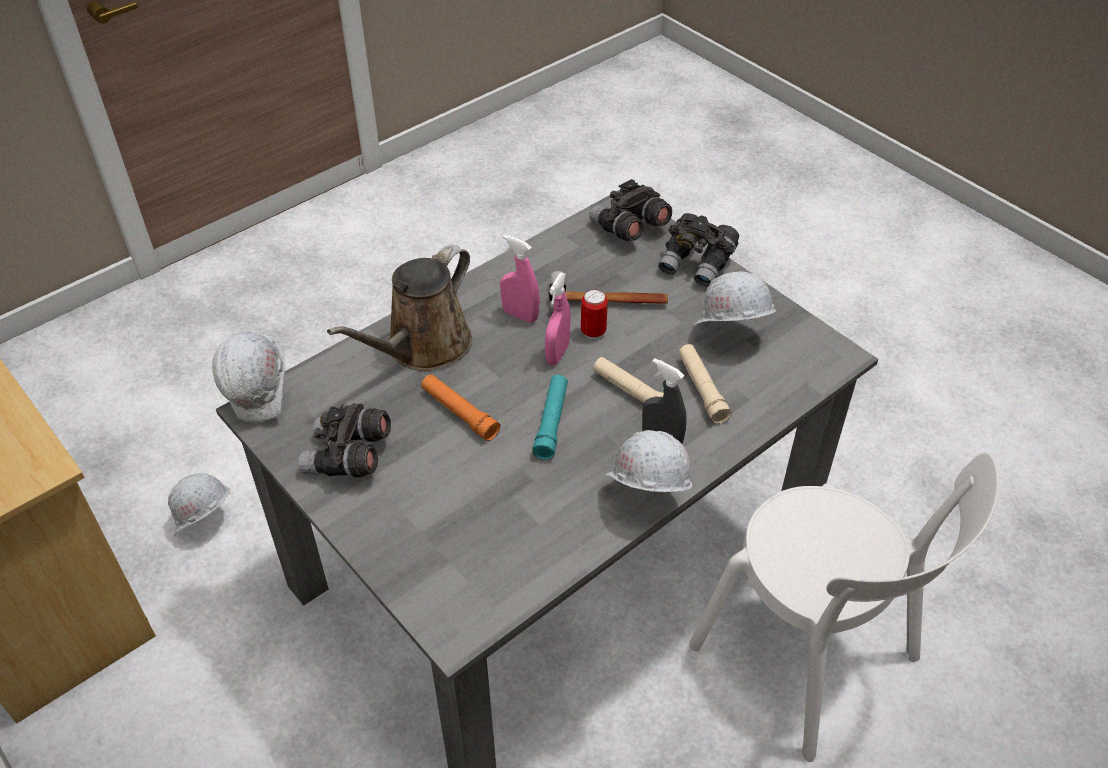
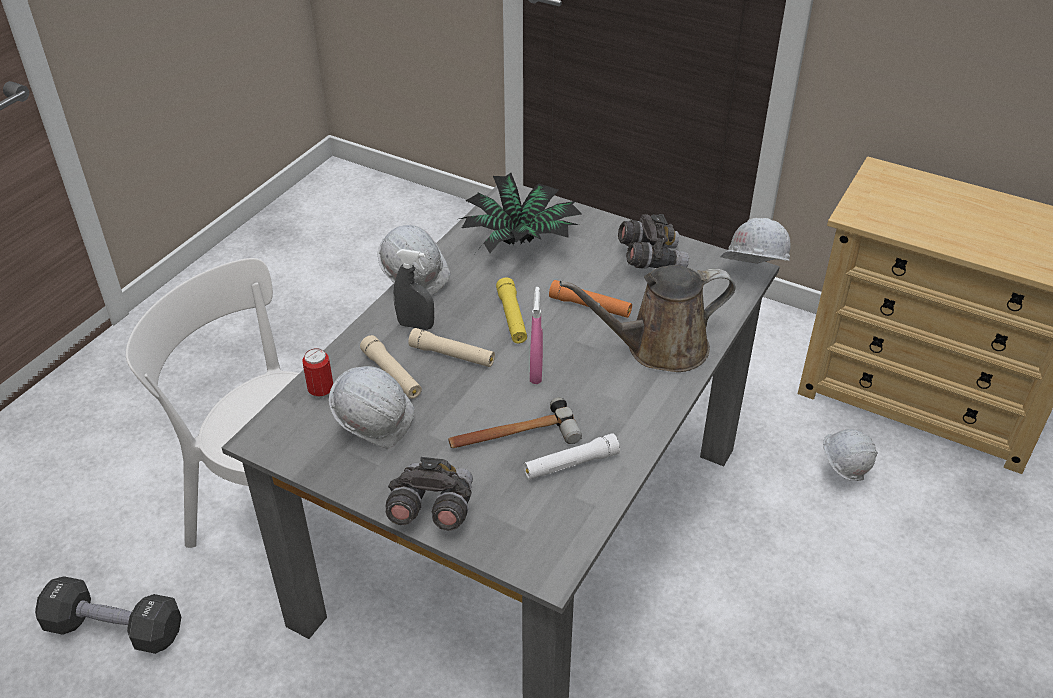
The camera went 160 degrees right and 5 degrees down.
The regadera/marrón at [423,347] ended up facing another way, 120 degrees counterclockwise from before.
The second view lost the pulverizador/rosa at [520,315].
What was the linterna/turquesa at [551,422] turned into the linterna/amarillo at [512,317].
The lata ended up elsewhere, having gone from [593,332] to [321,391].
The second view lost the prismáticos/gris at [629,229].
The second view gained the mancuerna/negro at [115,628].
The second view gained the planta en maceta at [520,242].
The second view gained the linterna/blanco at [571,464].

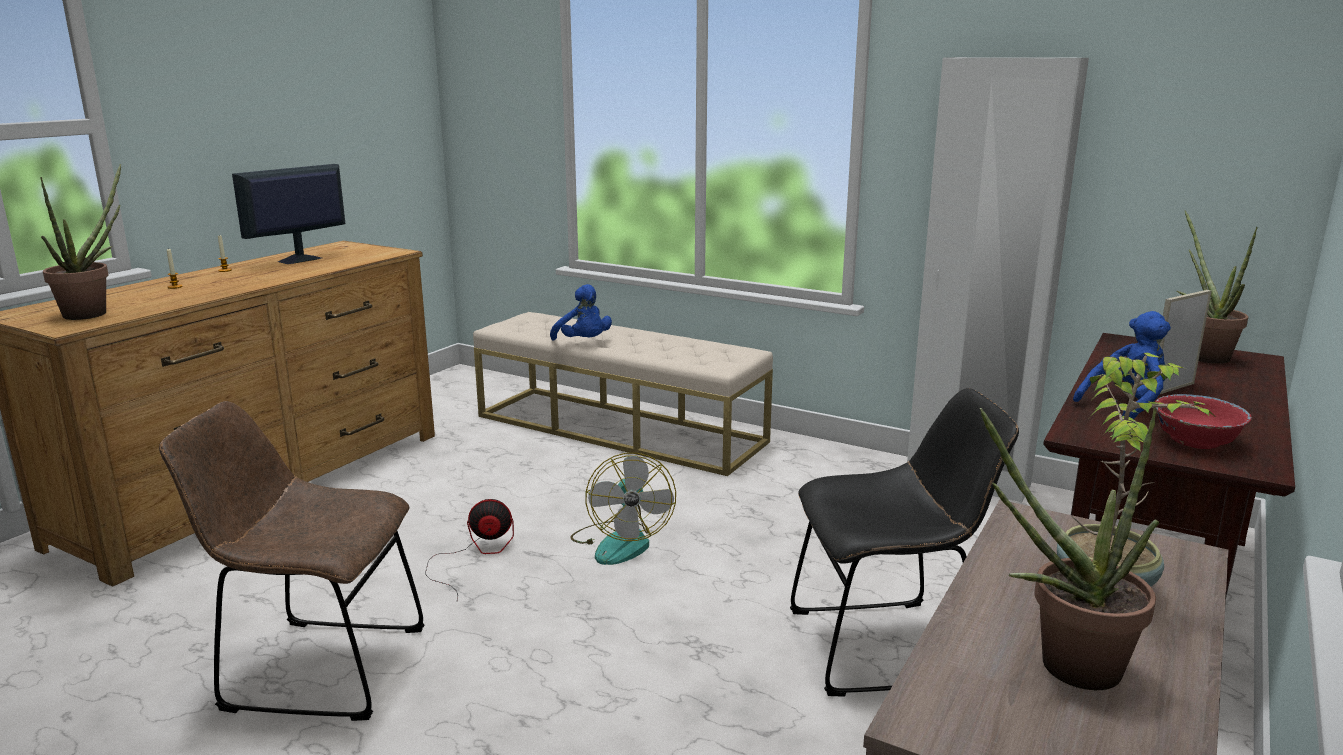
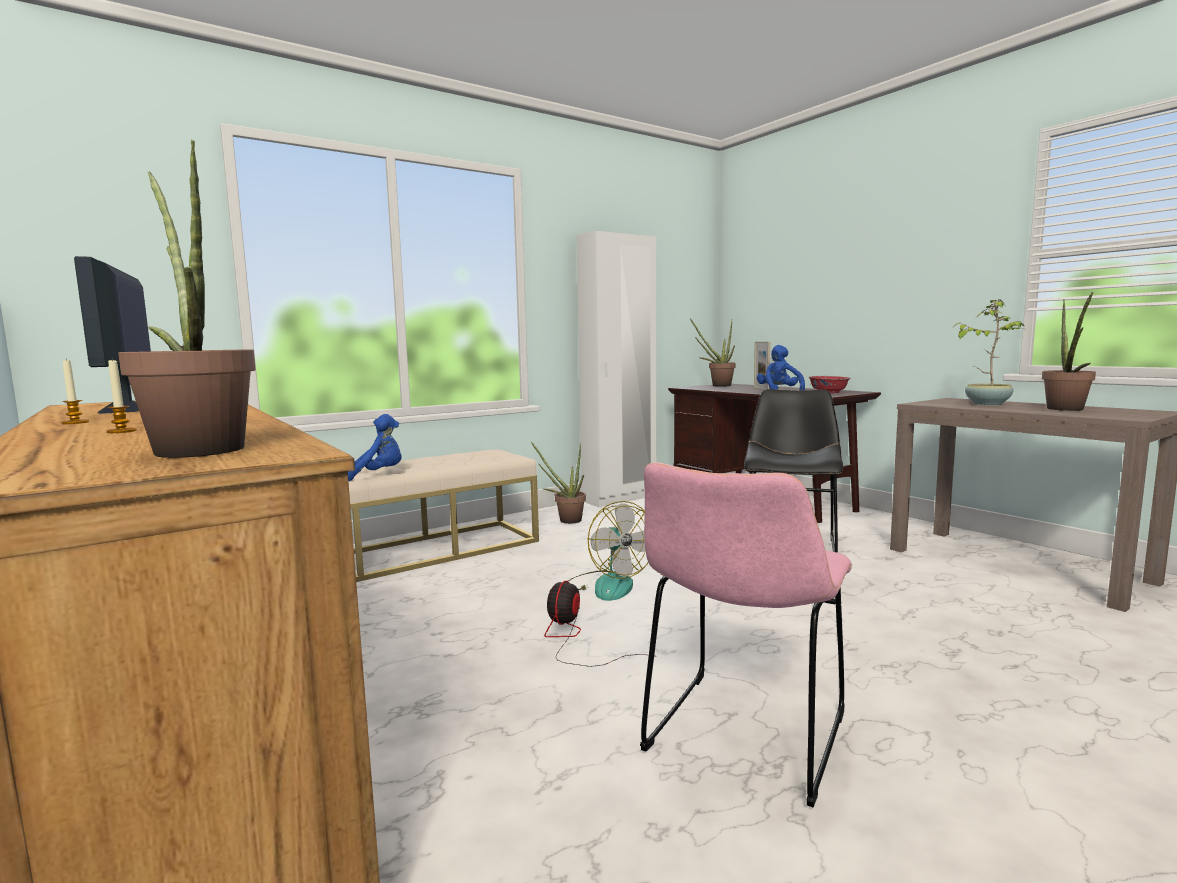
The camera went 65 degrees left and 10 degrees down.
What was the silla/marrón at [316,668] turned into the silla/rosa at [743,739].
The ventilador at [621,542] ended up facing another way, 45 degrees clockwise from before.
The second view gained the planta en maceta at [565,520].

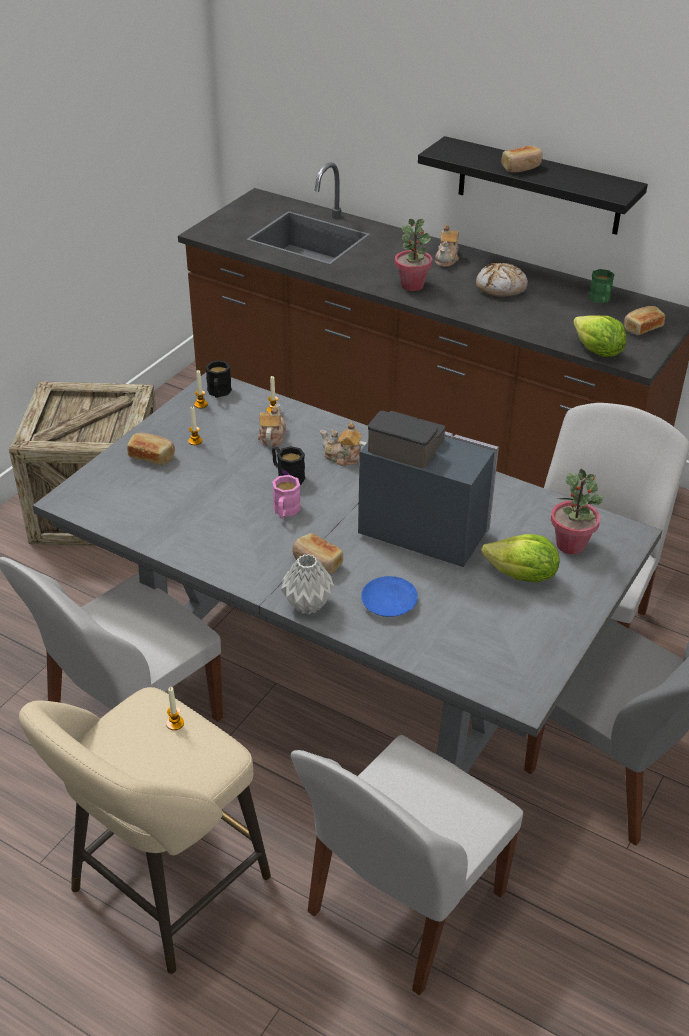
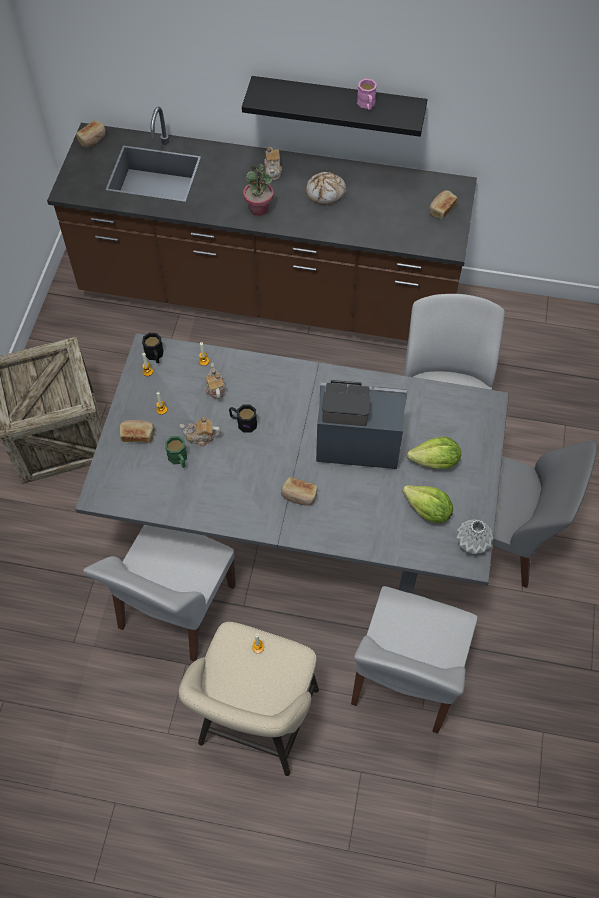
The camera went 20 degrees left and 20 degrees up.
The taza grande/rosa ended up elsewhere, having gone from [285,511] to [367,105].
The florero/gris ended up elsewhere, having gone from [308,604] to [471,543].
The tetera ended up elsewhere, having gone from [343,457] to [201,437].
The second view lost the plato/azul at [389,602].
The pan ended up elsewhere, having gone from [521,167] to [92,139].
The second view lost the planta en maceta at [571,545].
The lechuga ended up elsewhere, having gone from [597,352] to [427,511].
The taza grande/verde ended up elsewhere, having gone from [600,300] to [179,459].

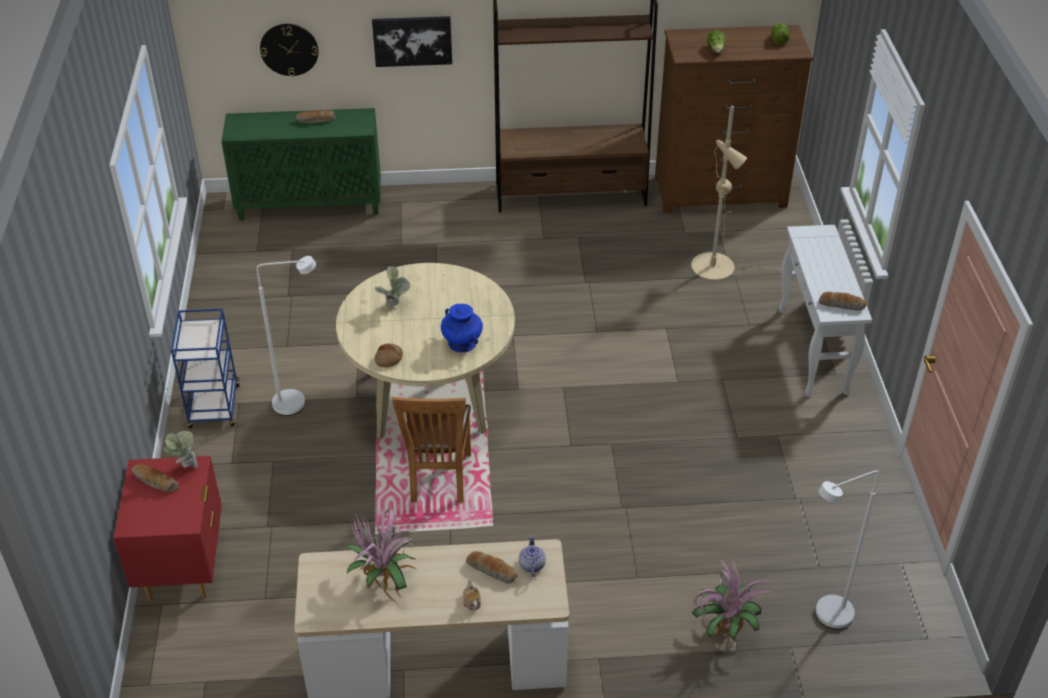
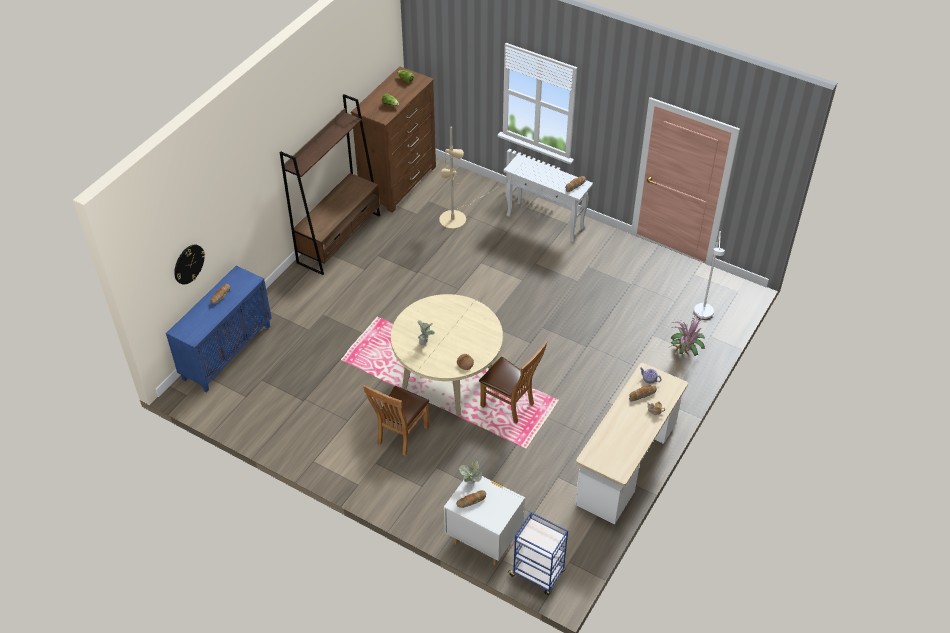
The camera went 55 degrees left and 5 degrees up.
What was the mesita de noche/rojo at [183,568] turned into the mesita de noche/blanco at [484,540].
The carrito/azul ended up elsewhere, having gone from [214,408] to [538,574].
What was the armario/verde at [311,204] turned into the armario/azul at [227,352].
Where the lámpara de pie/blanco stood at [298,403], the silla/marrón came to stand at [400,436].
The second view lost the planta en maceta at [384,579].
The second view lost the cuadro at [412,40].
The second view lost the florero/azul at [462,343].

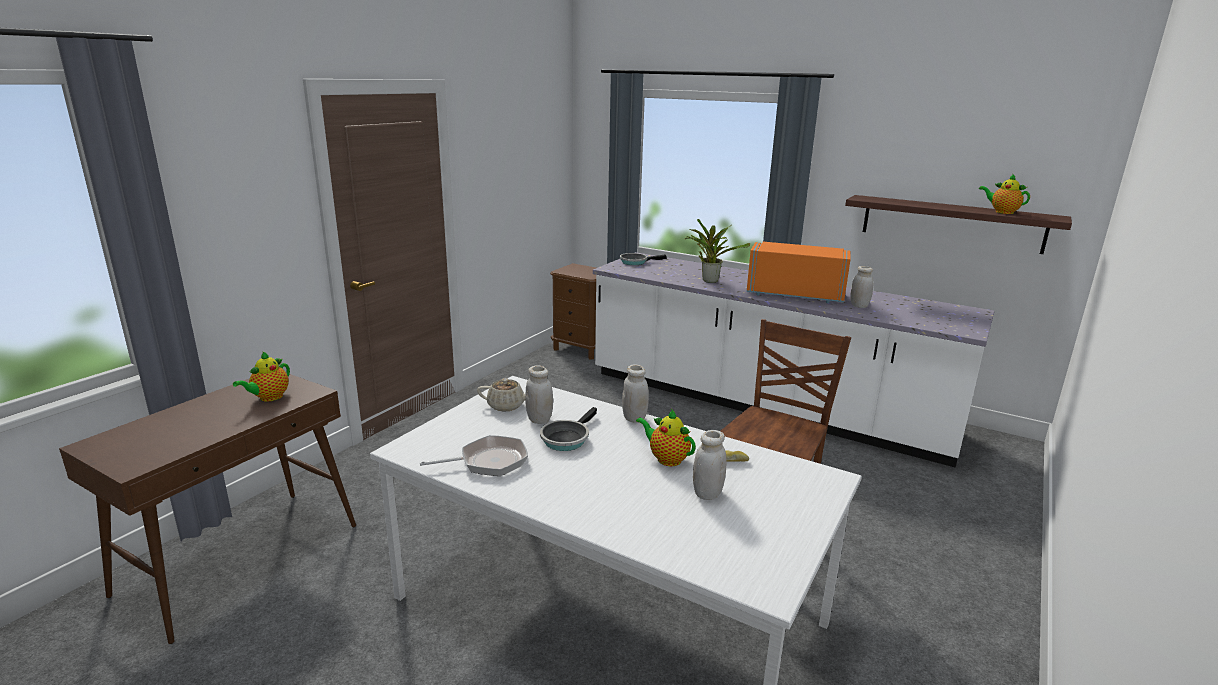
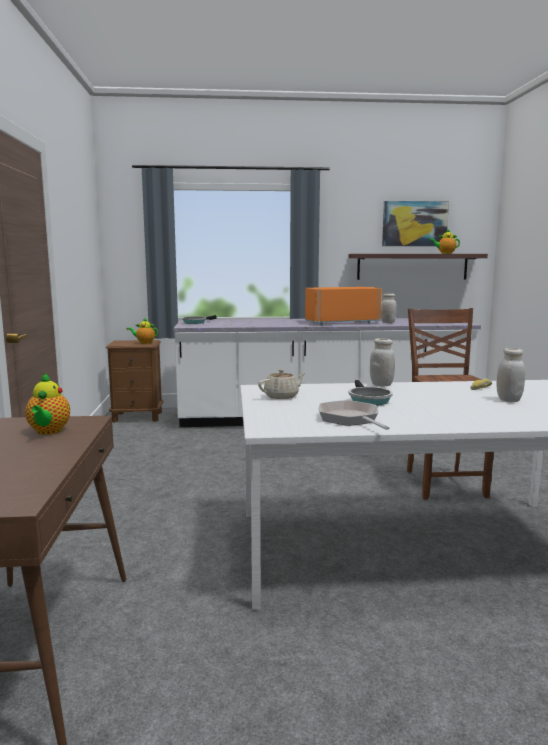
The camera went 35 degrees left and 10 degrees down.
The sartén at [488,461] ended up facing another way, 60 degrees counterclockwise from before.
The second view lost the tarro/blanco at [539,419].
The tetera ended up elsewhere, having gone from [666,459] to [144,343].
The second view lost the planta en maceta at [709,280].
The second view gained the cuadro at [414,224].

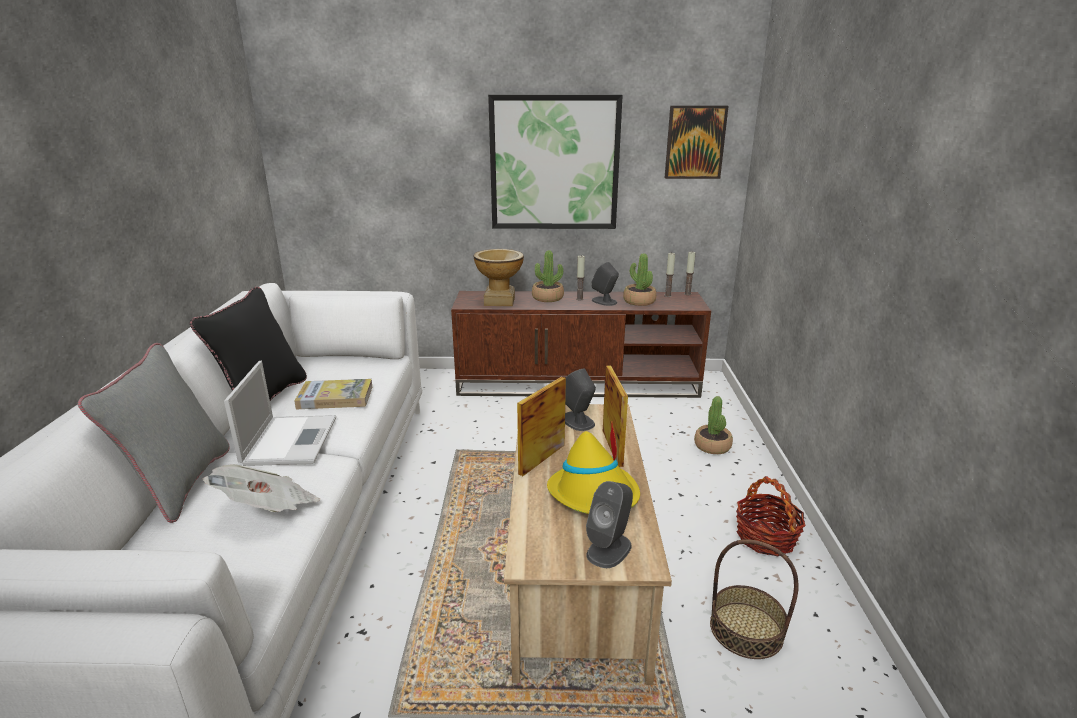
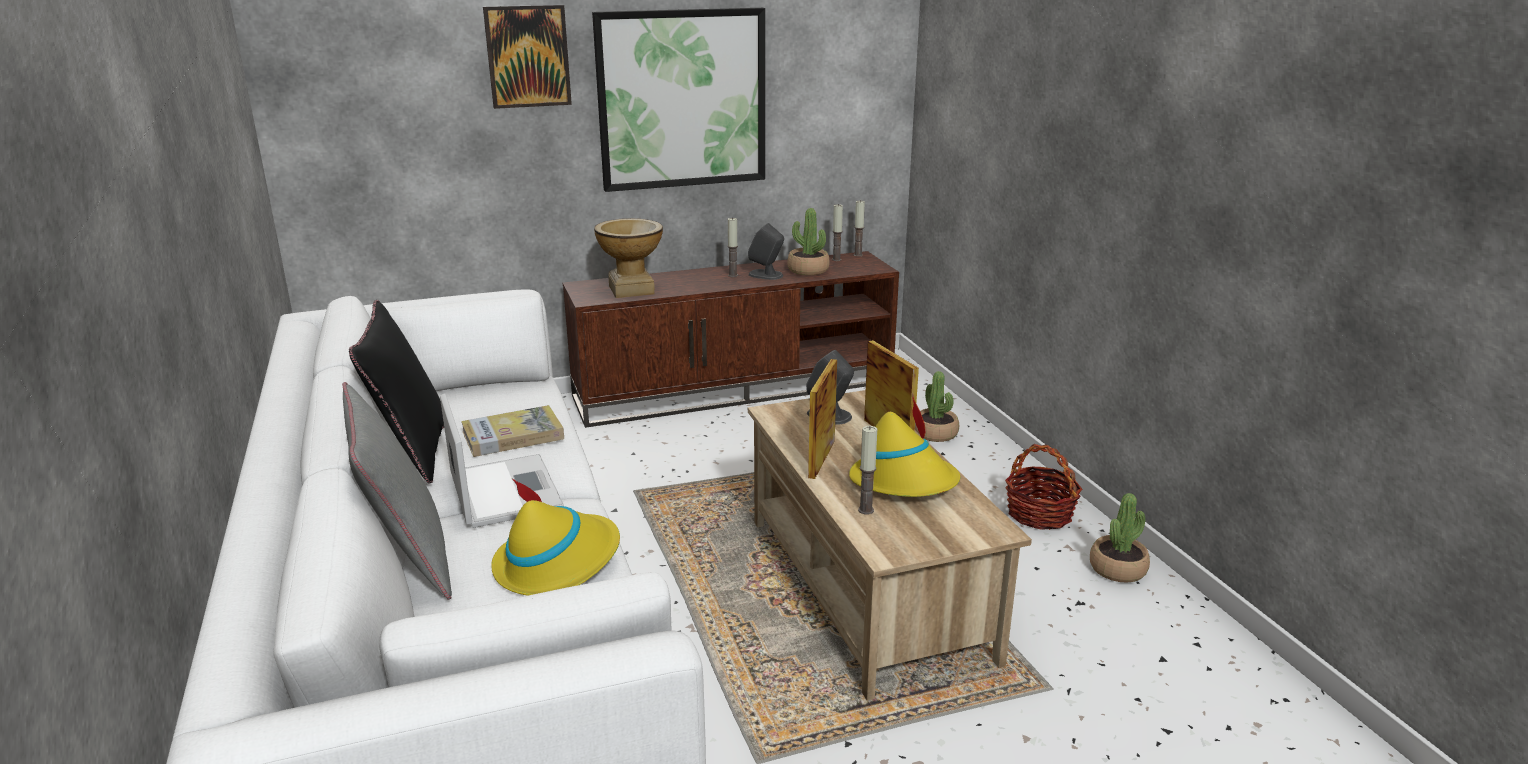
The camera went 20 degrees left and 0 degrees up.
Where the periódico stood at [269,509], the sombrero/amarillo came to stand at [557,563].
The planta en maceta ended up elsewhere, having gone from [547,298] to [1117,569].
The second view lost the altavoz/gris at [609,549].
The cuadro ended up elsewhere, having gone from [695,142] to [528,56].
The second view lost the cesta at [746,630].
The second view gained the vela at [866,510].

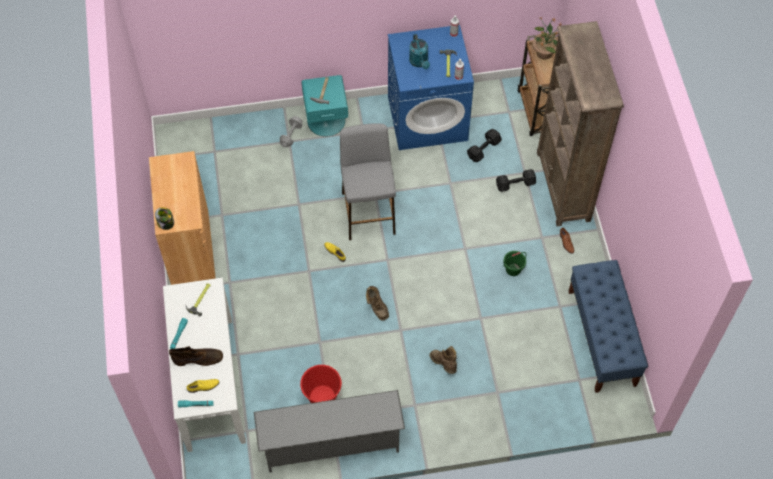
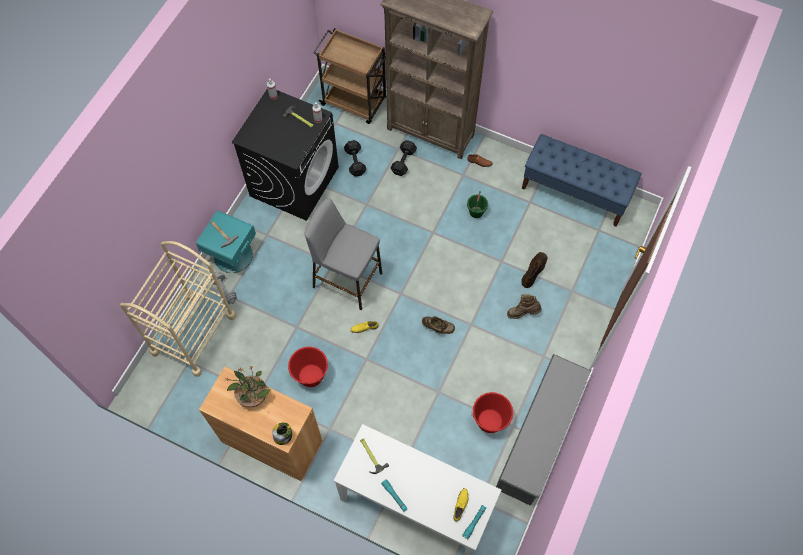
The camera went 55 degrees left and 5 degrees up.
The bota/marrón ended up elsewhere, having gone from [198,359] to [534,271].
What was the lavadora/azul at [428,118] turned into the lavadora/negro at [294,181].
The second view lost the regadera/turquesa at [419,62].
The planta en maceta ended up elsewhere, having gone from [544,52] to [252,396].
The second view gained the carrito/beis at [193,334].
The second view gained the cubo/rojo at [310,376].

